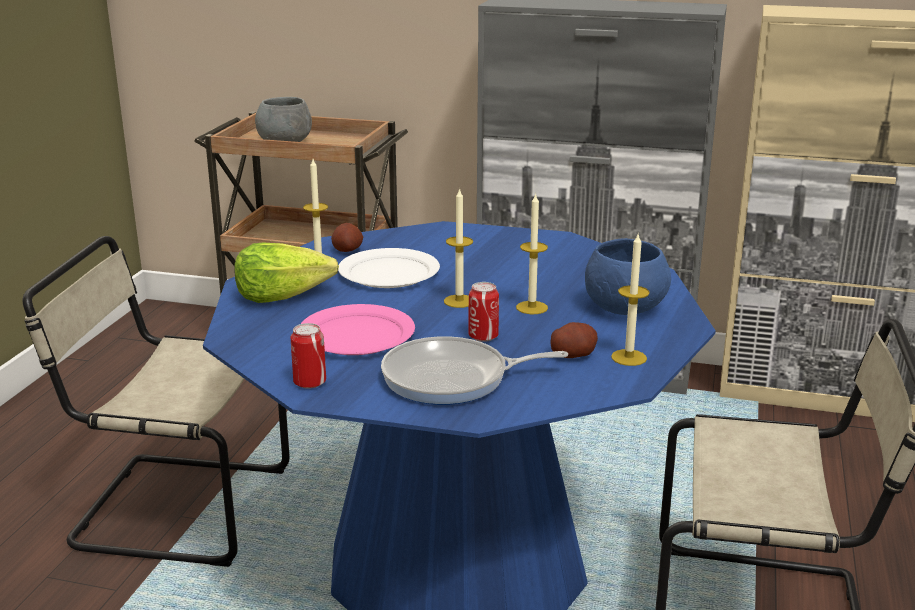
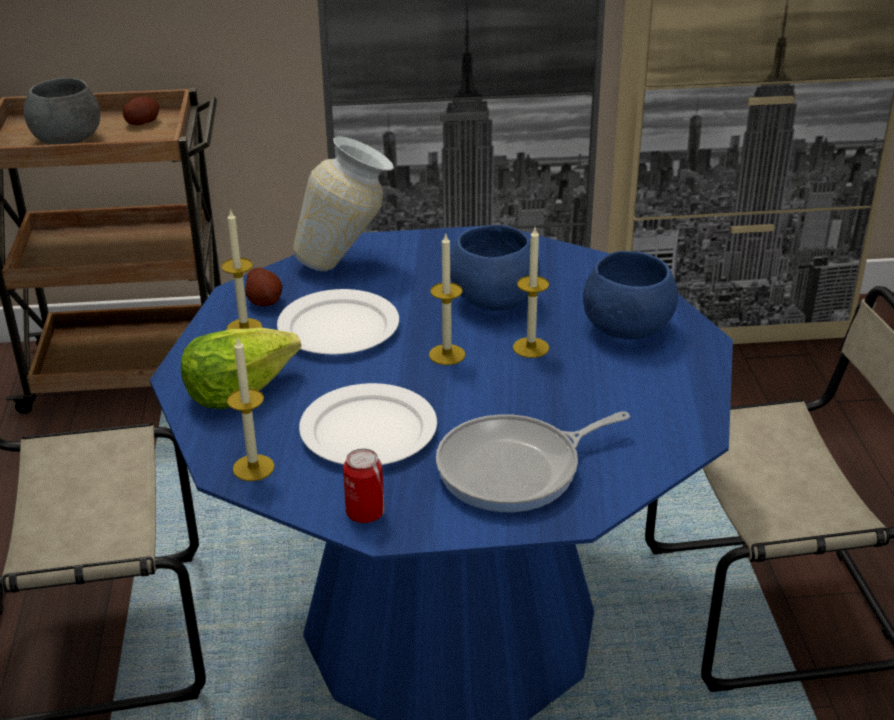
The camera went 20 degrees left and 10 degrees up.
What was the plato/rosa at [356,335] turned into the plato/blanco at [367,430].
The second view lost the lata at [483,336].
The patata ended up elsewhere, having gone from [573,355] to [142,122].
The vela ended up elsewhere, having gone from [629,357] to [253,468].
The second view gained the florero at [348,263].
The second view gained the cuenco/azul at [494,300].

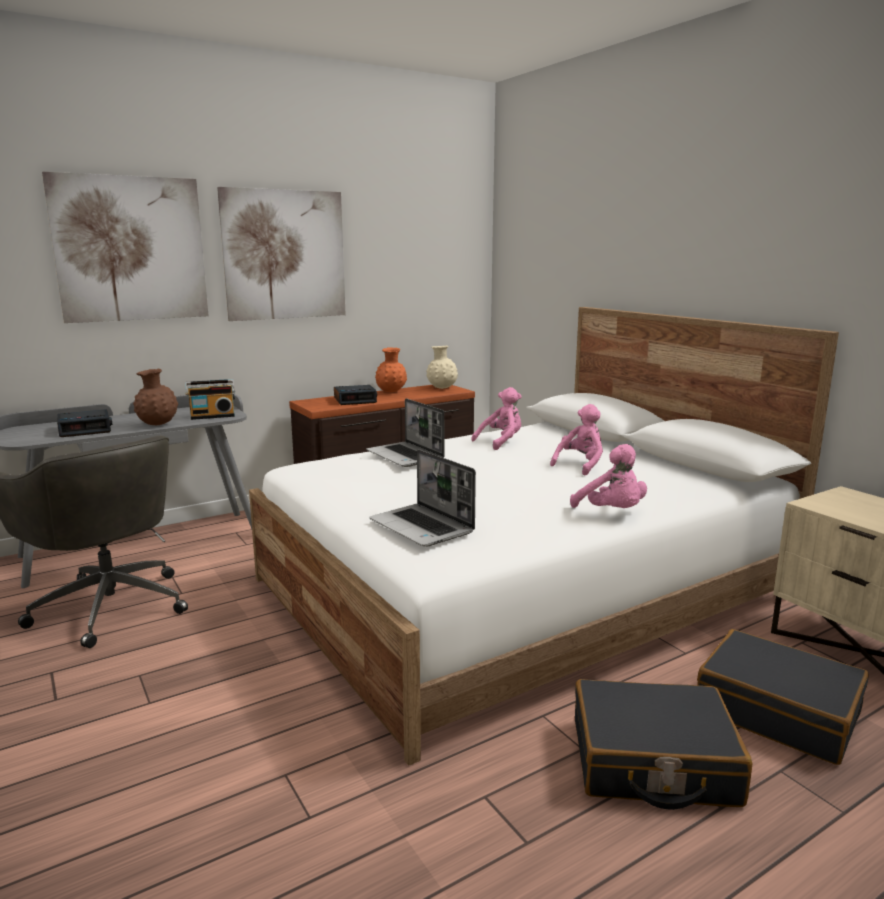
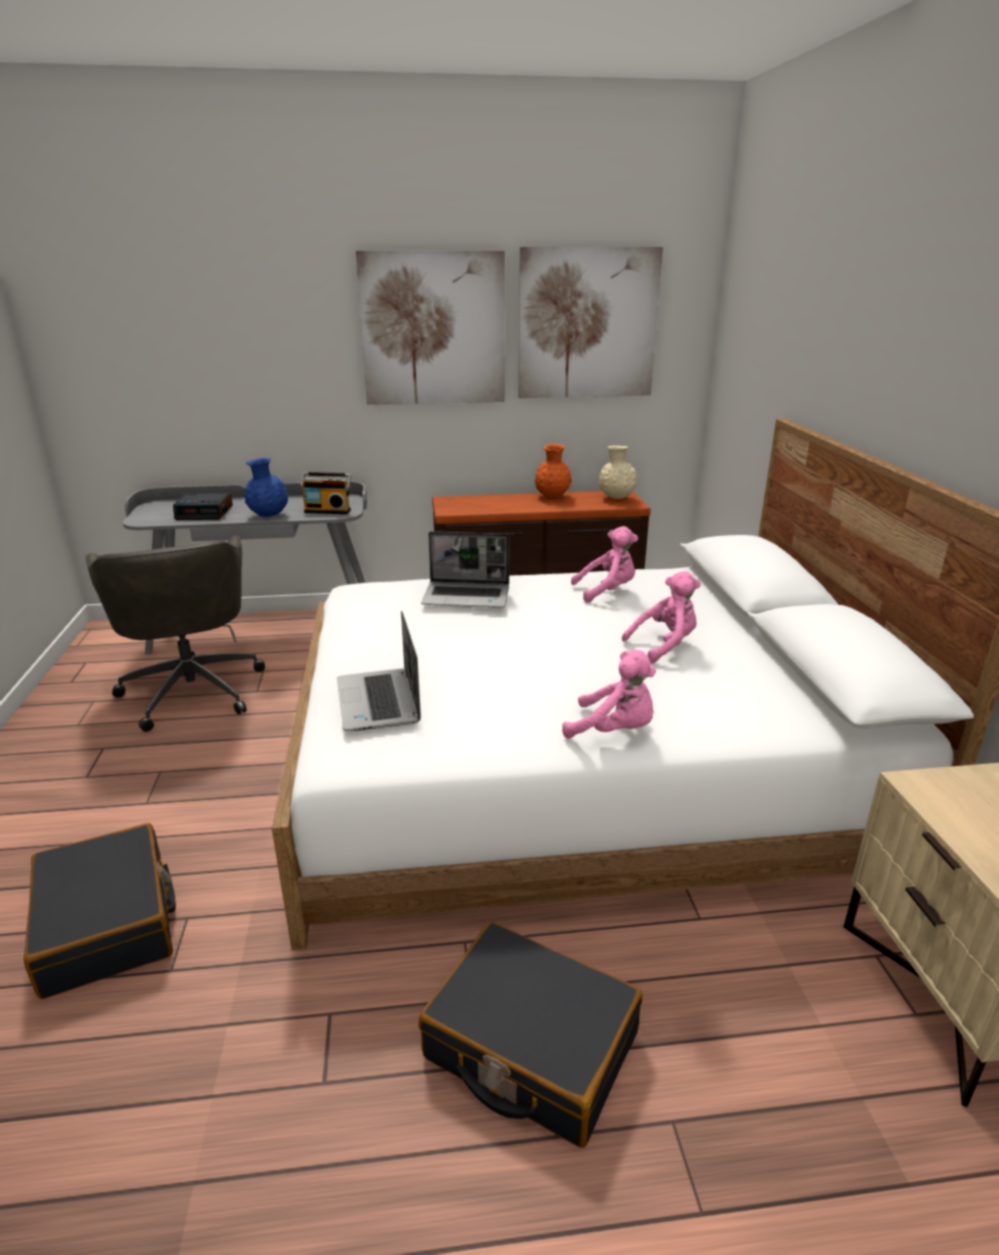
The camera went 25 degrees right and 10 degrees up.
The cuadro ended up elsewhere, having gone from [131,249] to [587,324].
What was the florero/marrón at [158,425] turned into the florero/azul at [269,516].
The second view lost the despertador at [355,400].
The portátil at [406,456] ended up facing another way, 75 degrees counterclockwise from before.
The peluche/rosa at [612,512] ended up facing another way, 60 degrees counterclockwise from before.
The maleta/negro ended up elsewhere, having gone from [777,711] to [108,923].

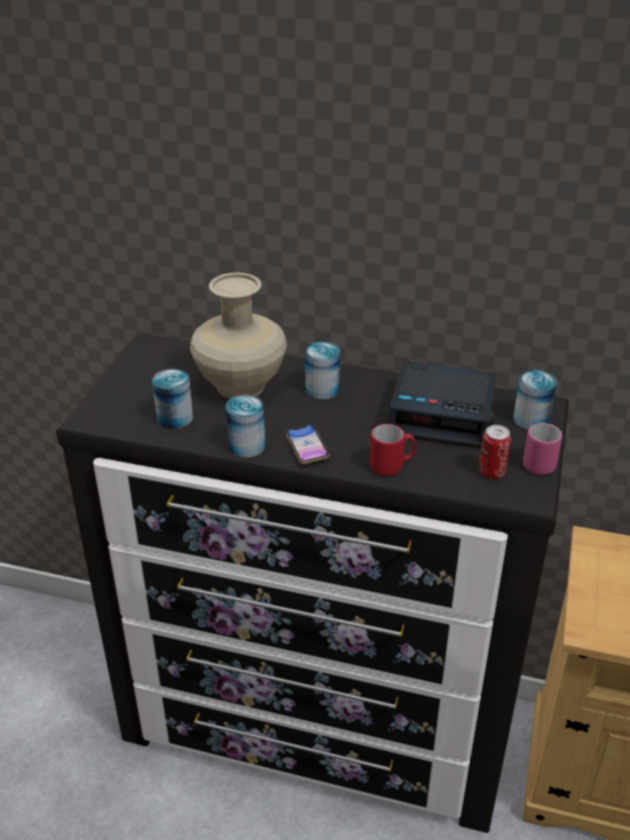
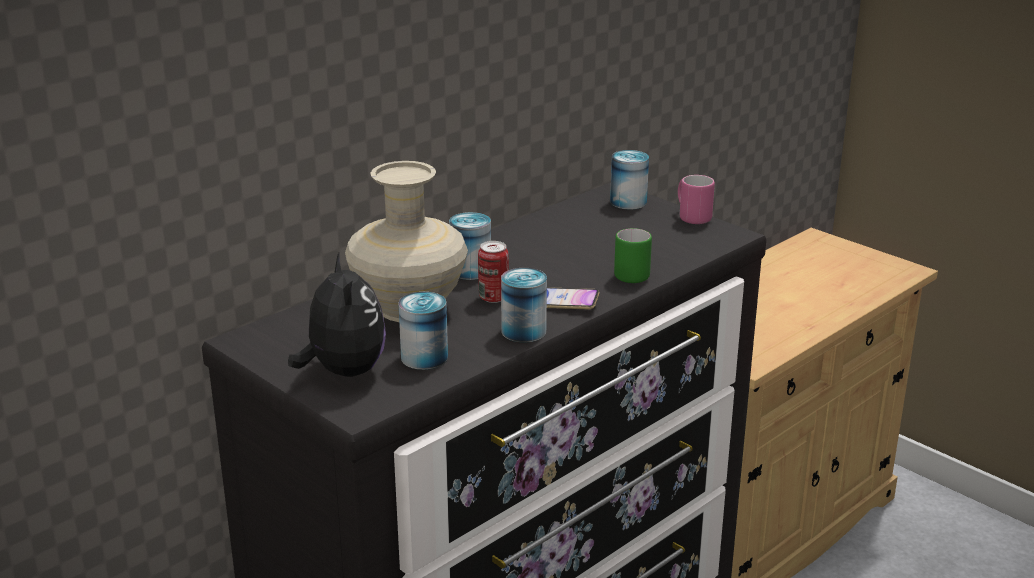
The camera went 60 degrees left and 10 degrees down.
What was the taza grande/rojo at [392,466] turned into the taza grande/verde at [633,274].
The second view lost the despertador at [443,415].
The lata ended up elsewhere, having gone from [491,472] to [493,298].
The second view gained the peluche at [343,371].

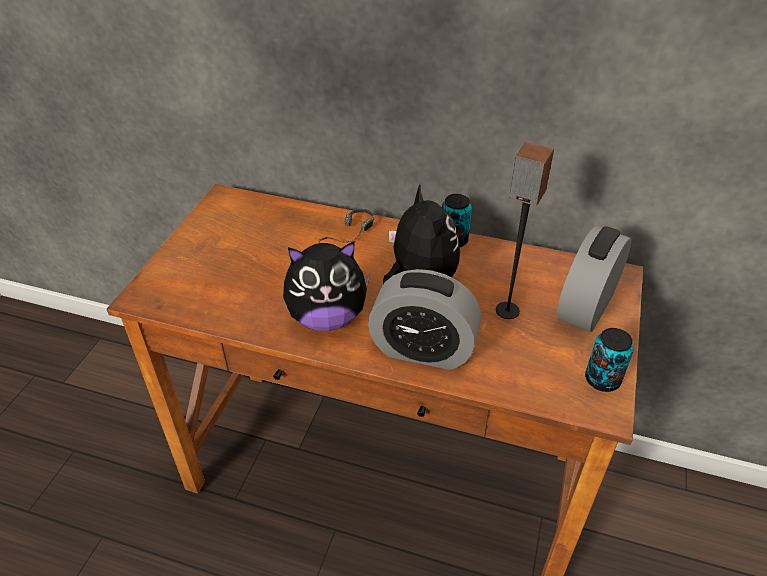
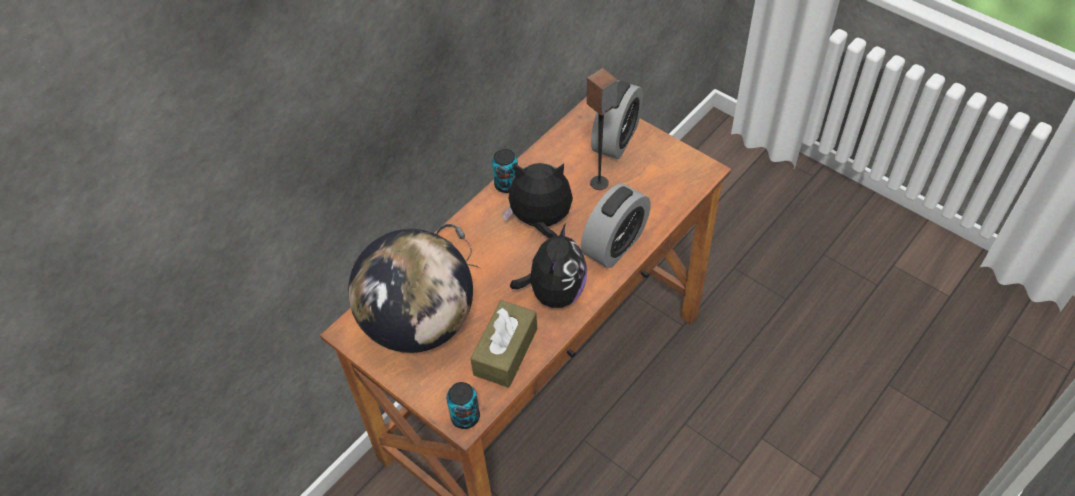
The camera went 65 degrees left and 10 degrees up.
The despertador at [586,307] ended up facing another way, 120 degrees counterclockwise from before.
The lata ended up elsewhere, having gone from [602,380] to [465,417].
The second view gained the globo terráqueo at [419,324].
The second view gained the caja de pañuelos/marrón at [505,351].

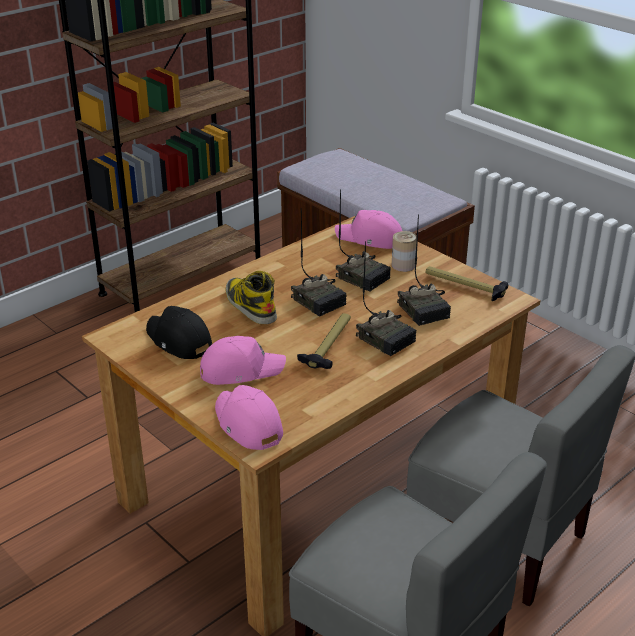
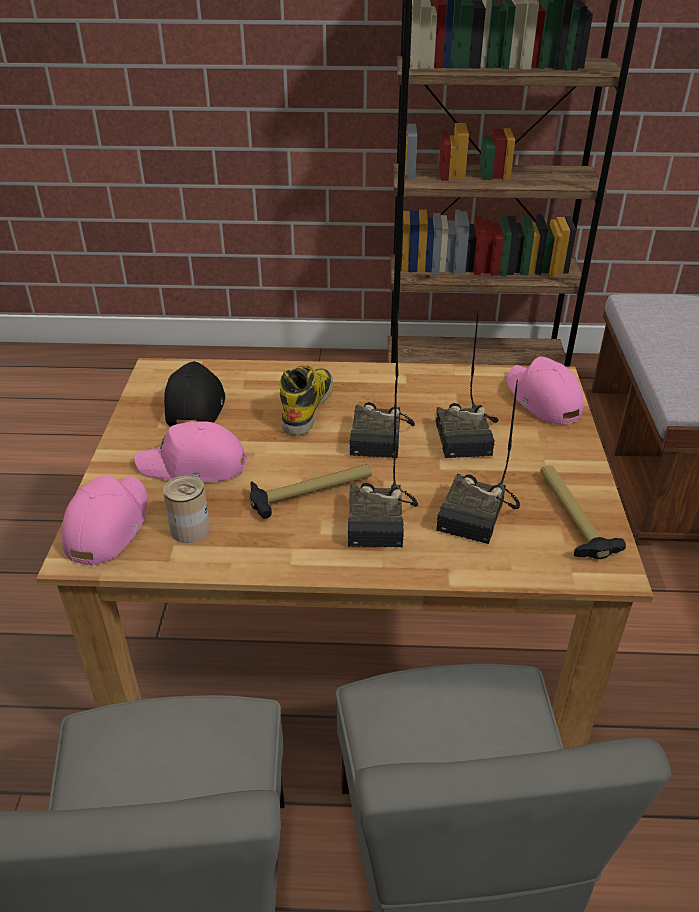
The camera went 45 degrees right and 5 degrees up.
The gorra/rosa at [240,370] ended up facing another way, 150 degrees clockwise from before.
The lata ended up elsewhere, having gone from [403,265] to [190,529].

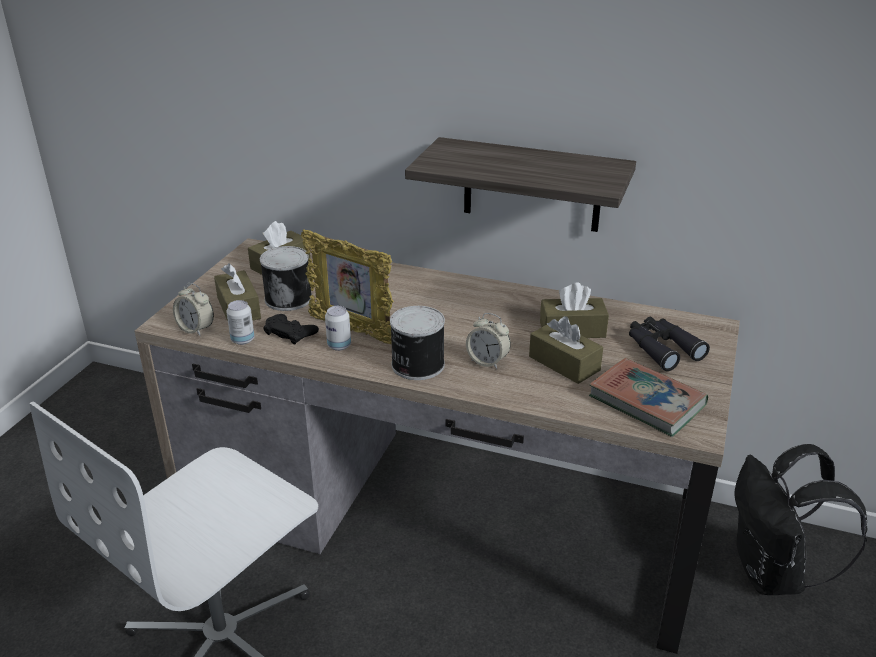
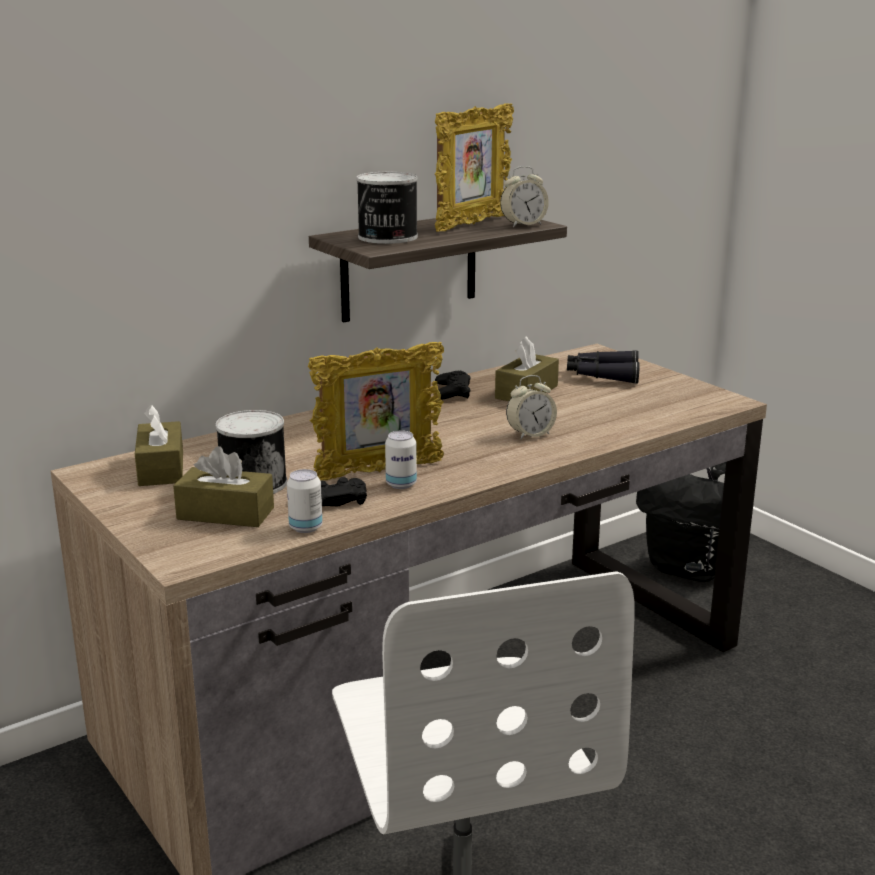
The camera went 55 degrees left and 10 degrees down.
The despertador ended up elsewhere, having gone from [196,329] to [523,225].
The lata ended up elsewhere, having gone from [416,365] to [387,237].
The second view lost the caja de pañuelos/marrón at [564,363].
The second view lost the libro at [646,401].
The second view gained the mando de consola/negro at [452,392].
The second view gained the portarretratos at [472,224].

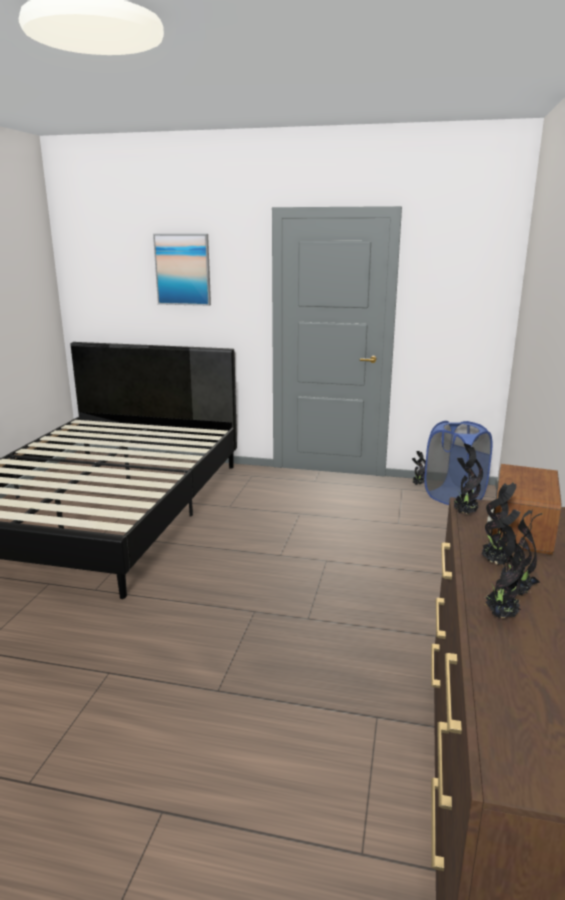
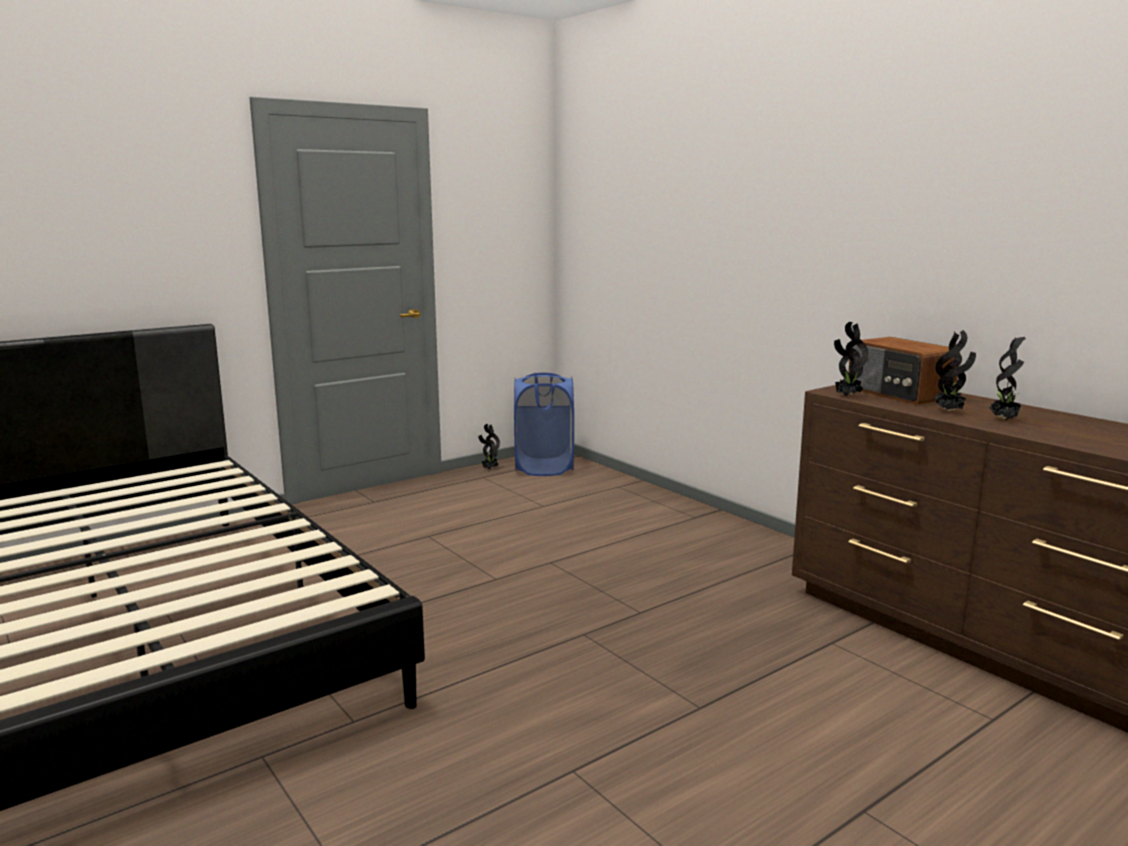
The camera went 50 degrees left and 5 degrees down.
The second view lost the cuadro at [183,269].
The second view lost the planta en maceta at [499,615].

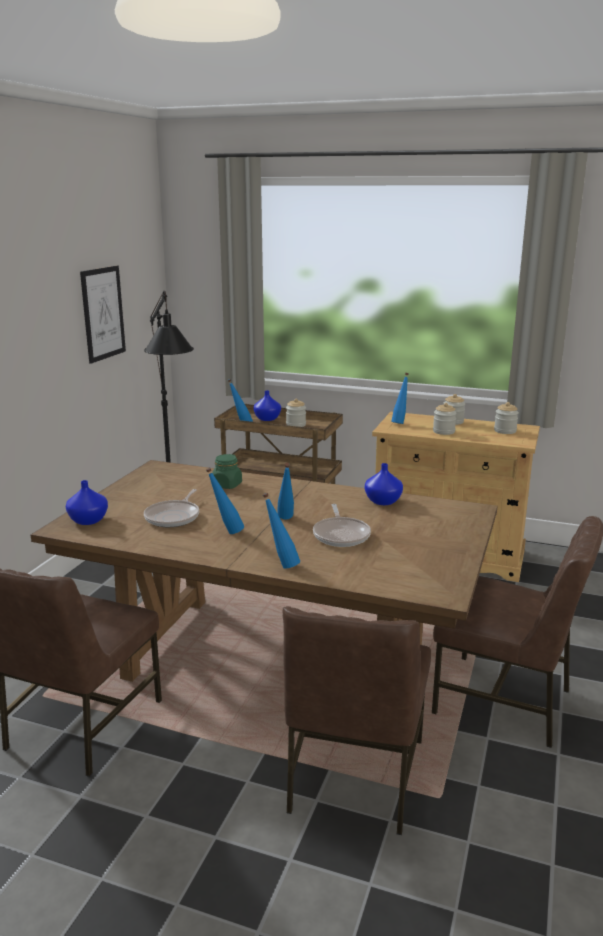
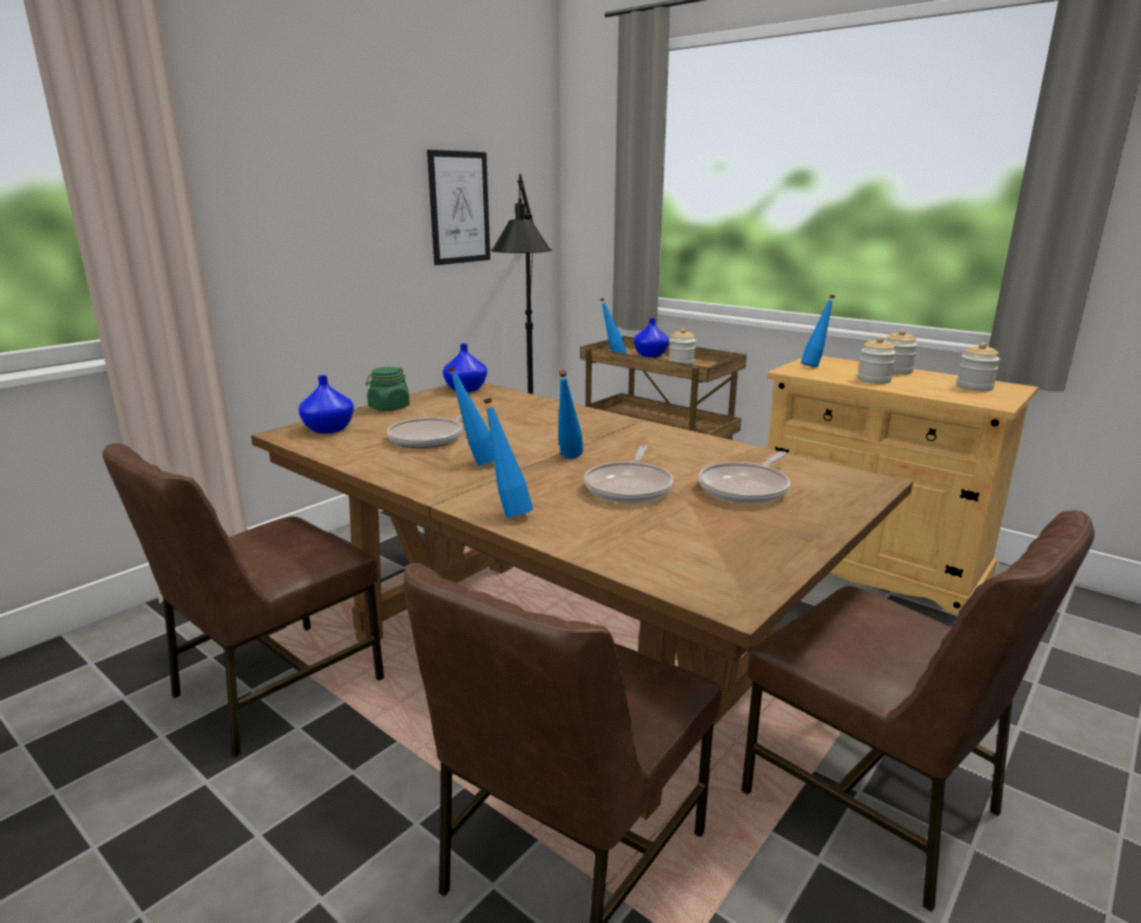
The camera went 20 degrees right and 0 degrees up.
The tarro/verde ended up elsewhere, having gone from [227,485] to [389,407].
The florero/azul ended up elsewhere, having gone from [384,501] to [466,389].
The second view gained the sartén at [746,488].

